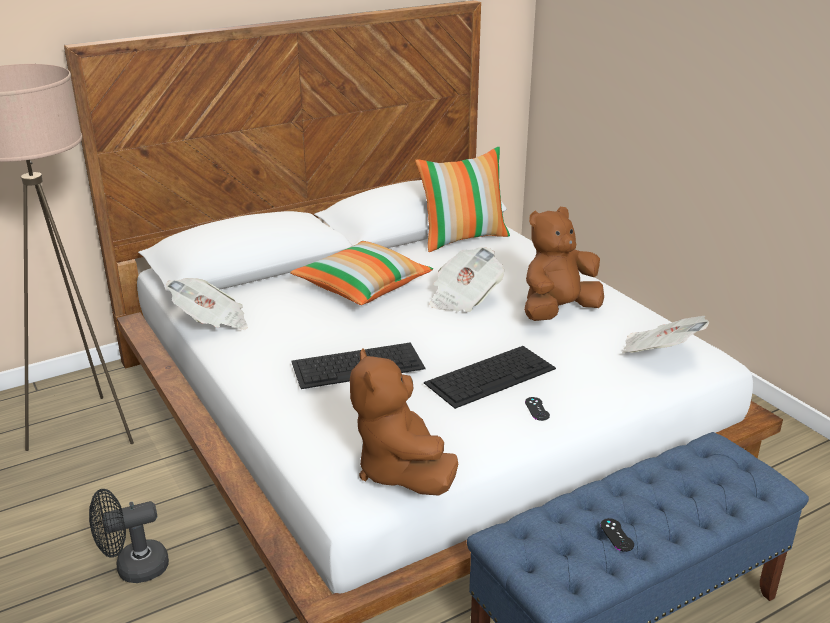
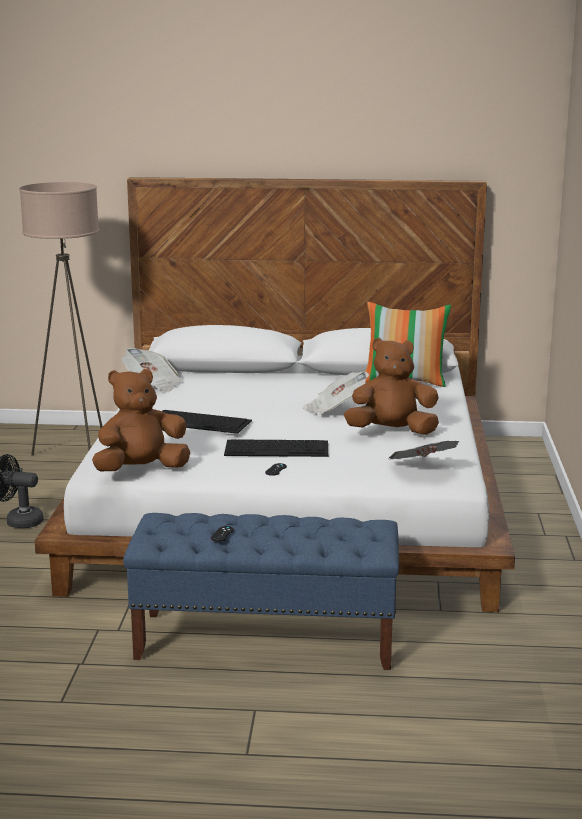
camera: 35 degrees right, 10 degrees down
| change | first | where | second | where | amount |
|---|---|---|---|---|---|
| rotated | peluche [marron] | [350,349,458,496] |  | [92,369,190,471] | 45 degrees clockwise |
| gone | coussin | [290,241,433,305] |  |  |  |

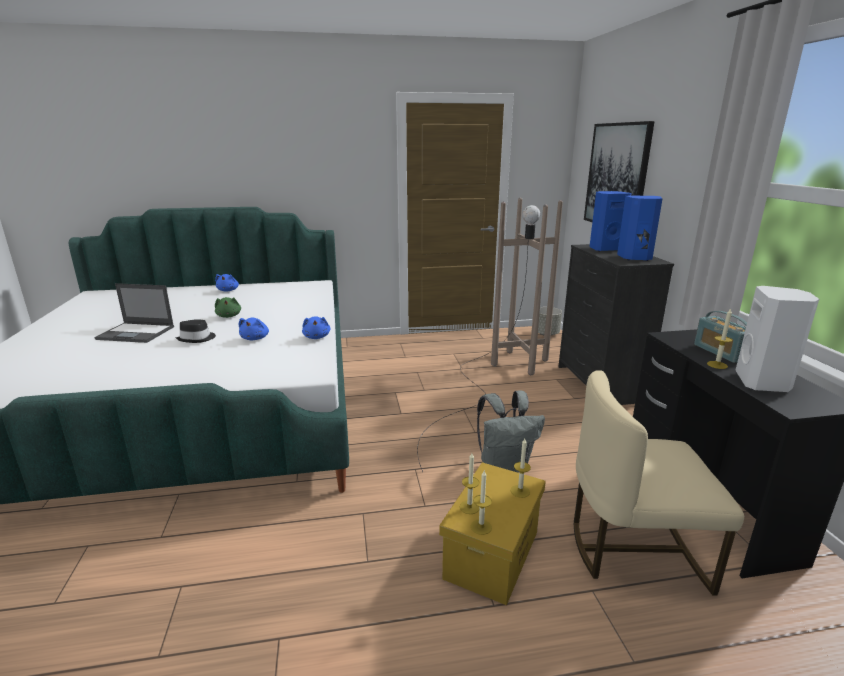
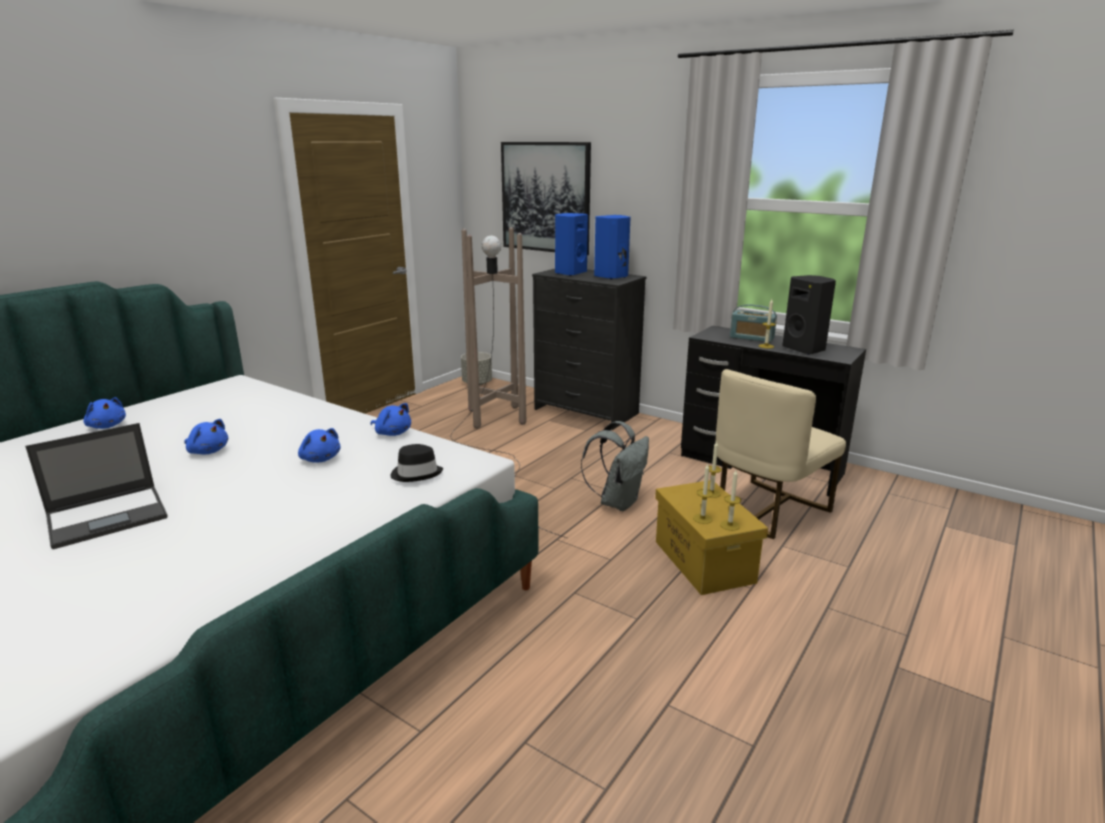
camera: 45 degrees left, 0 degrees up
| change | first | where | second | where | amount |
|---|---|---|---|---|---|
| repainted | peluche [vert] | [215,297,241,318] | peluche [bleu] | [184,419,228,454] |  |
| shifted | chapeau [noir] | [175,319,216,343] |  | [391,444,443,482] |  |
| repainted | enceinte [blanc] | [735,286,819,392] | enceinte [noir] | [782,275,836,355] |  |

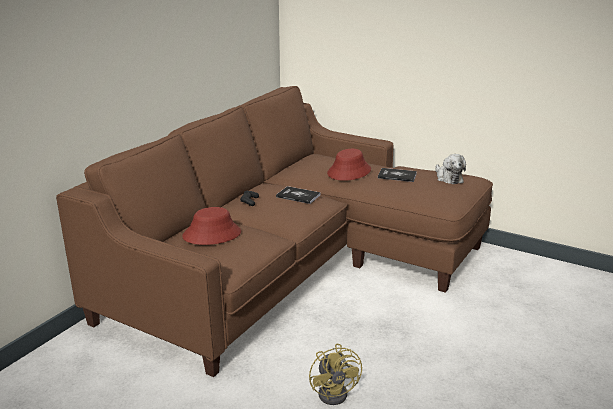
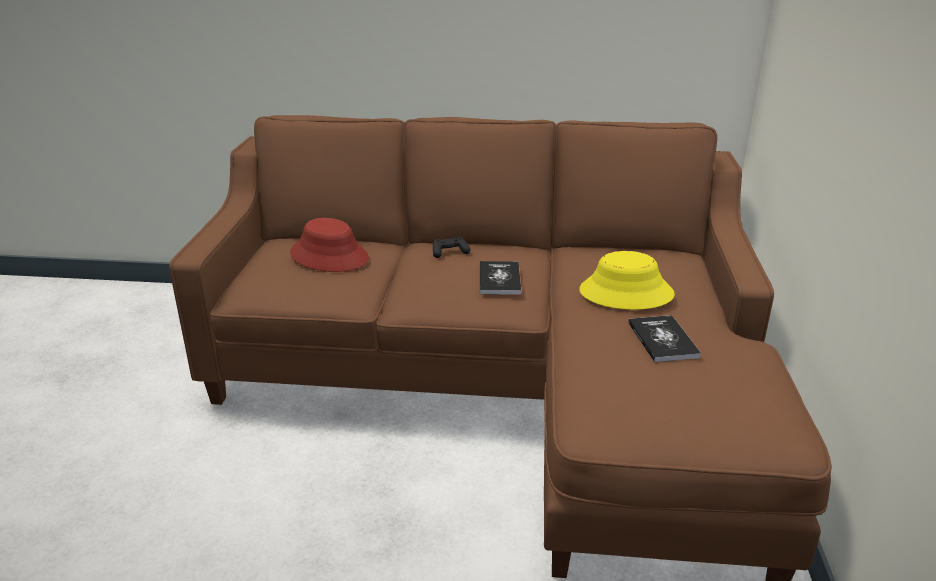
camera: 65 degrees right, 5 degrees up
| change | first | where | second | where | amount |
|---|---|---|---|---|---|
| repainted | chapeau [rouge] | [327,149,371,181] | chapeau [jaune] | [579,251,675,310] |  |
| gone | ventilateur [jaune] | [309,344,362,405] |  |  |  |
| gone | peluche | [435,154,466,184] |  |  |  |

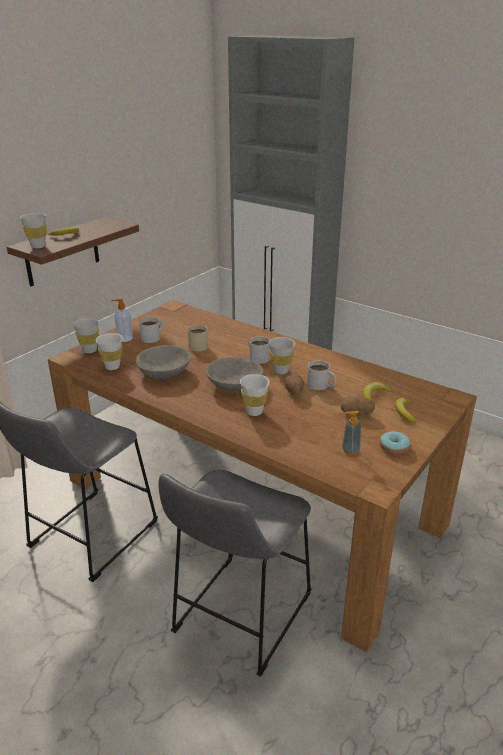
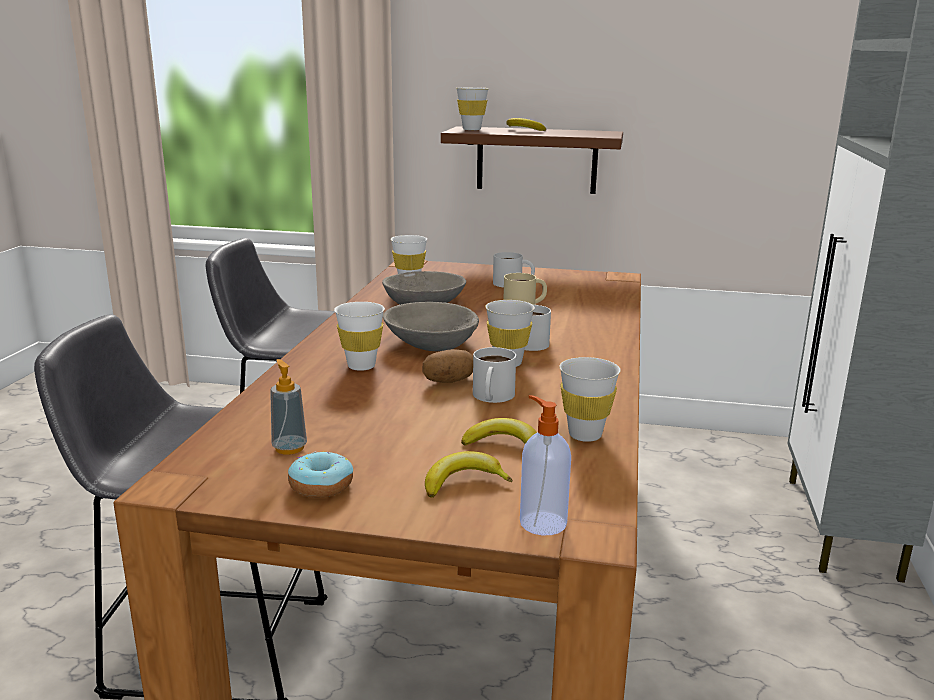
camera: 65 degrees right, 10 degrees down
| change | first | where | second | where | amount |
|---|---|---|---|---|---|
| shifted | distributeur de savon | [111,299,133,342] |  | [520,395,571,535] |  |
| shifted | tasse [blanc] | [73,318,99,353] |  | [559,357,621,442] |  |
| gone | pomme de terre | [341,396,375,416] |  |  |  |

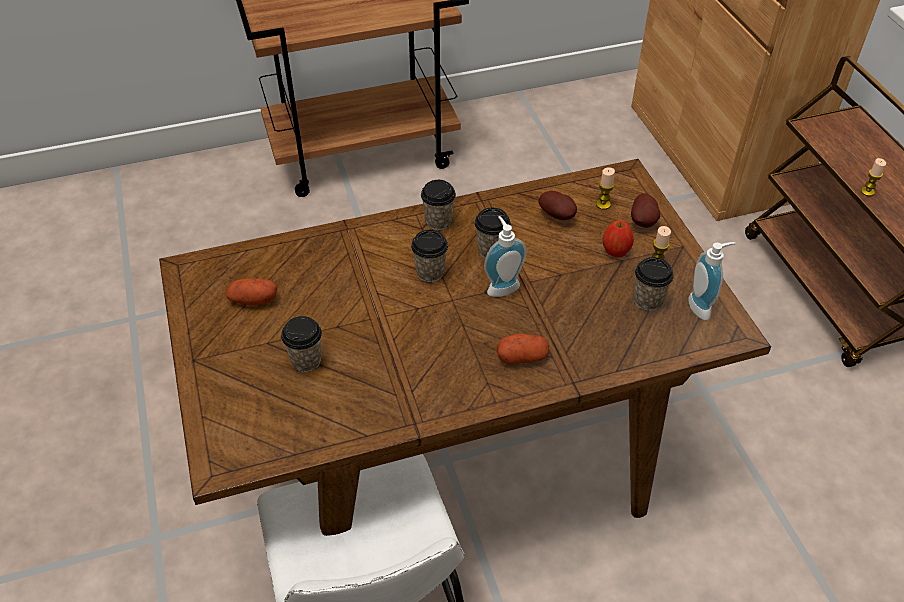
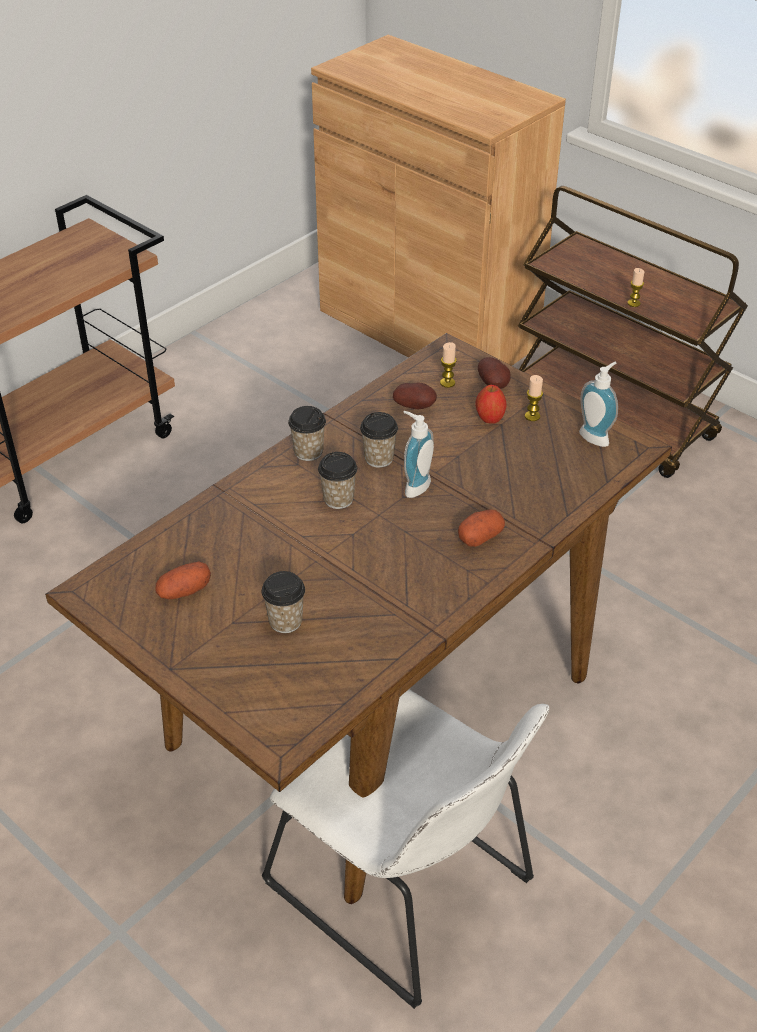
camera: 30 degrees left, 5 degrees down
| change | first | where | second | where | amount |
|---|---|---|---|---|---|
| gone | tasse | [634,257,673,311] |  |  |  |

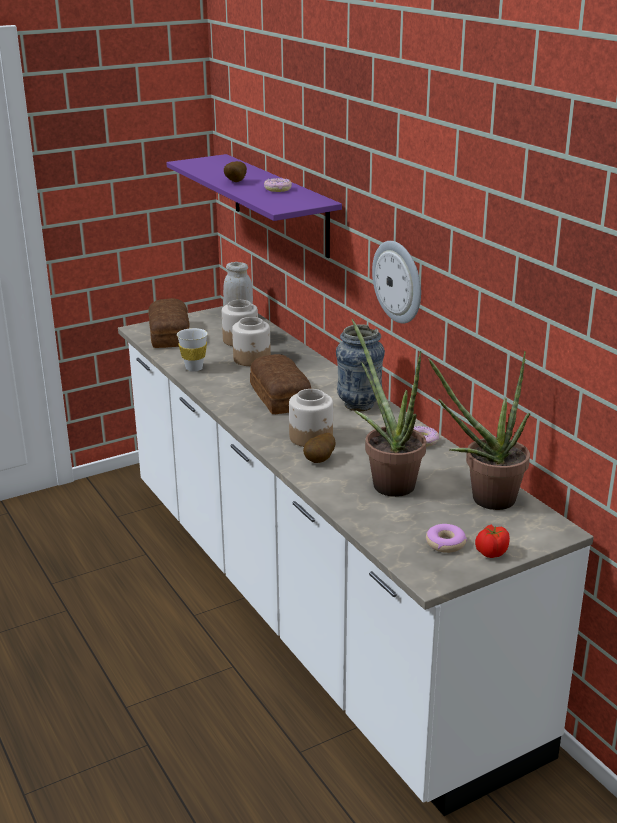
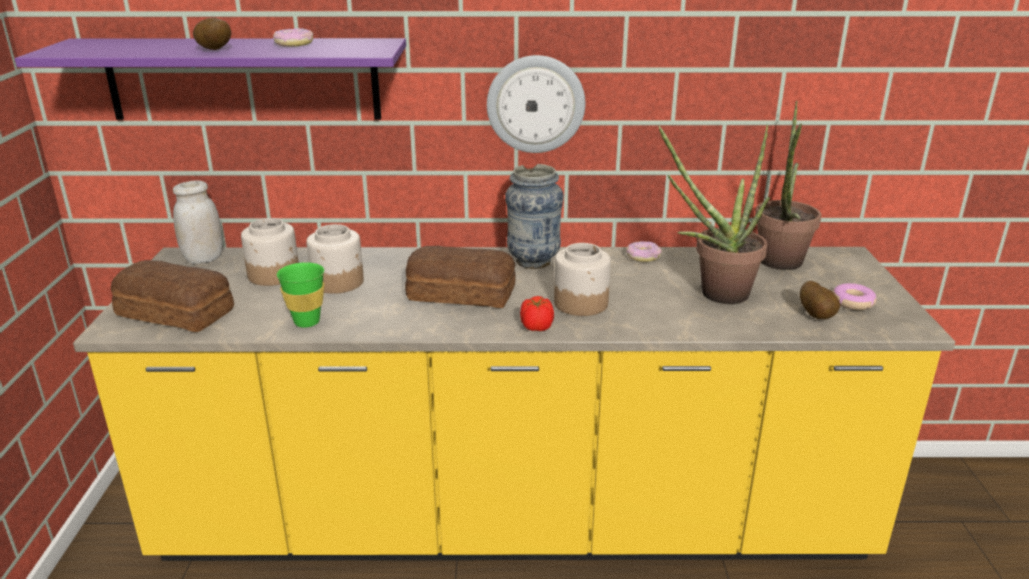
camera: 60 degrees left, 0 degrees up
| change | first | where | second | where | amount |
|---|---|---|---|---|---|
| repainted | comptoir de cuisine [blanc] | [118,306,594,816] | comptoir de cuisine [jaune] | [73,247,955,561] |  |
| repainted | tasse [blanc] | [177,328,208,372] | tasse [vert] | [277,262,324,328] |  |
| shifted | tomate | [475,525,510,558] |  | [520,296,554,331] |  |
| shifted | pomme de terre | [303,433,336,463] |  | [800,281,840,319] |  |

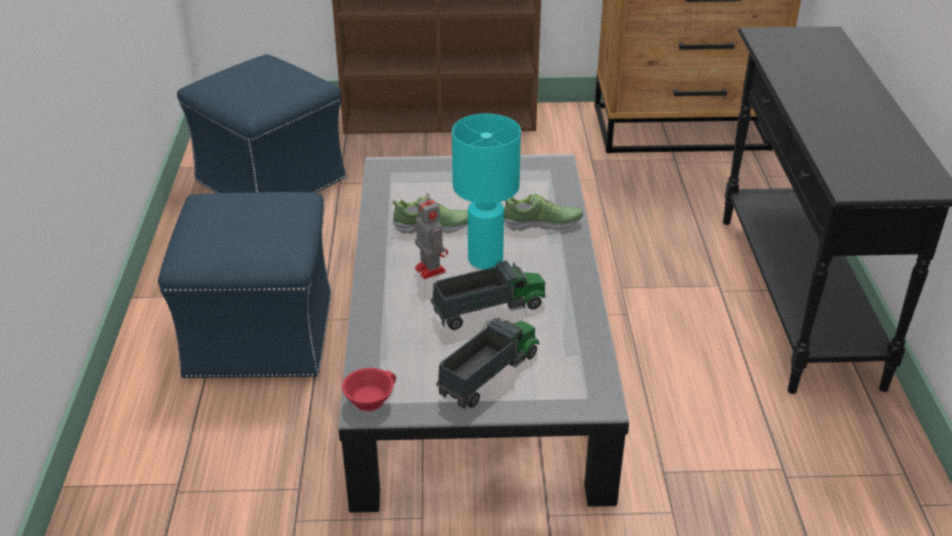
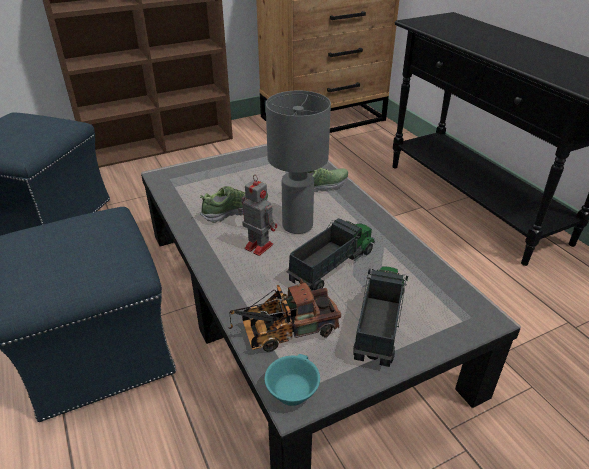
camera: 25 degrees left, 0 degrees up
| change | first | where | second | where | amount |
|---|---|---|---|---|---|
| new |  |  | camion jouet | [228,278,341,352] |  |
| repainted | tasse [rouge] | [342,368,396,411] | tasse [turquoise] | [264,354,320,406] |  |
| repainted | lampe de table [turquoise] | [452,114,521,269] | lampe de table [gris] | [266,90,331,234] |  |

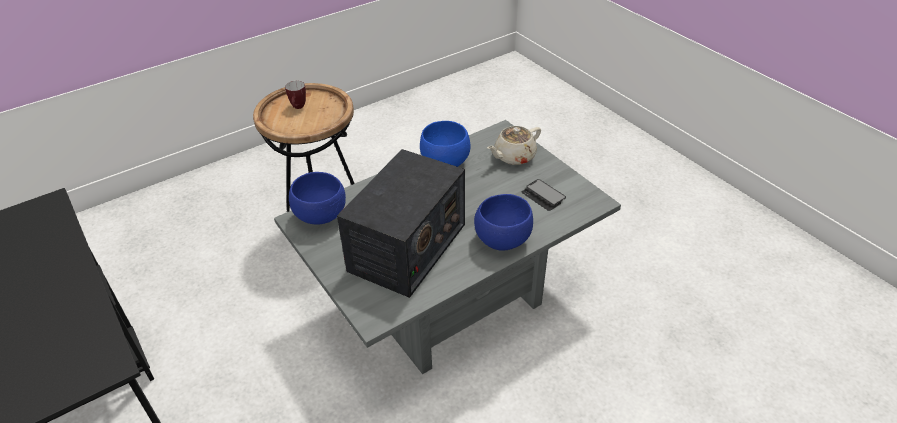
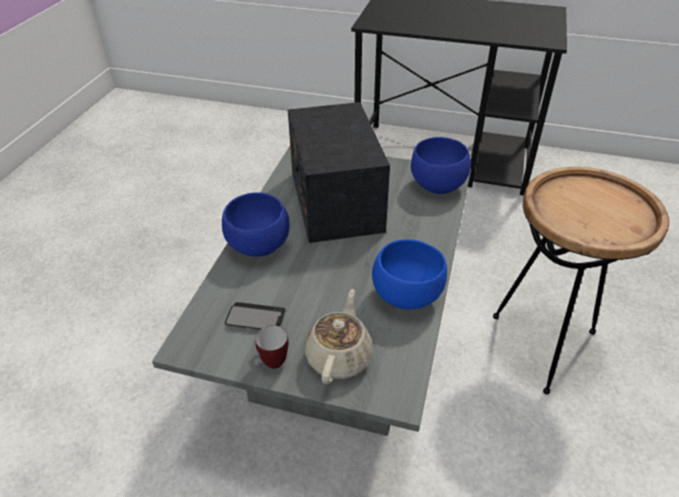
camera: 140 degrees right, 0 degrees up
| change | first | where | second | where | amount |
|---|---|---|---|---|---|
| shifted | mug | [285,81,306,109] |  | [255,325,288,369] |  |

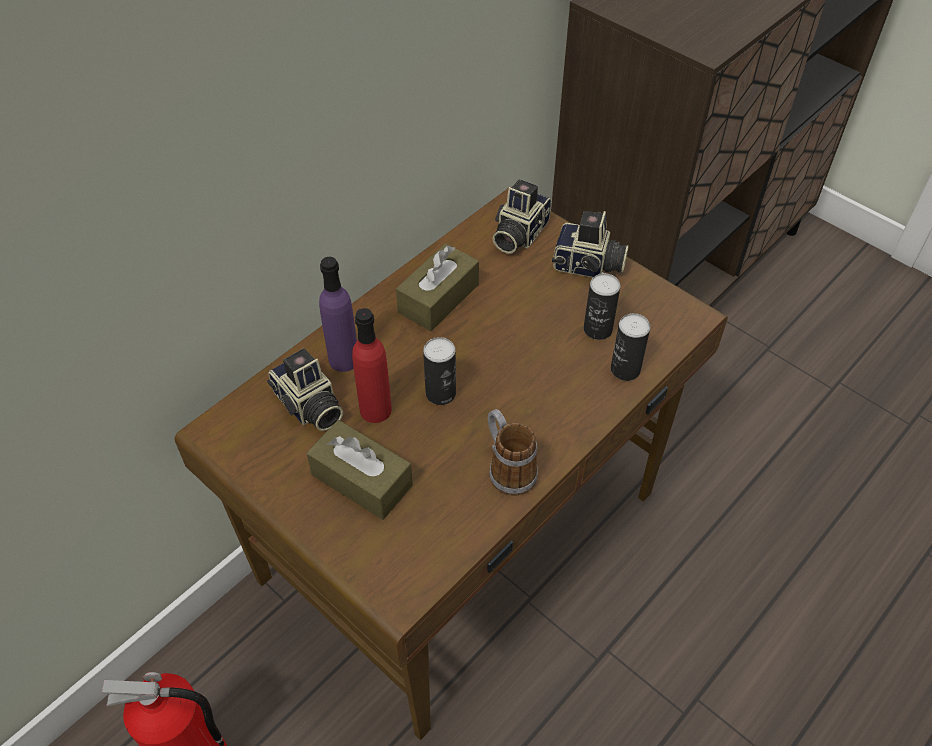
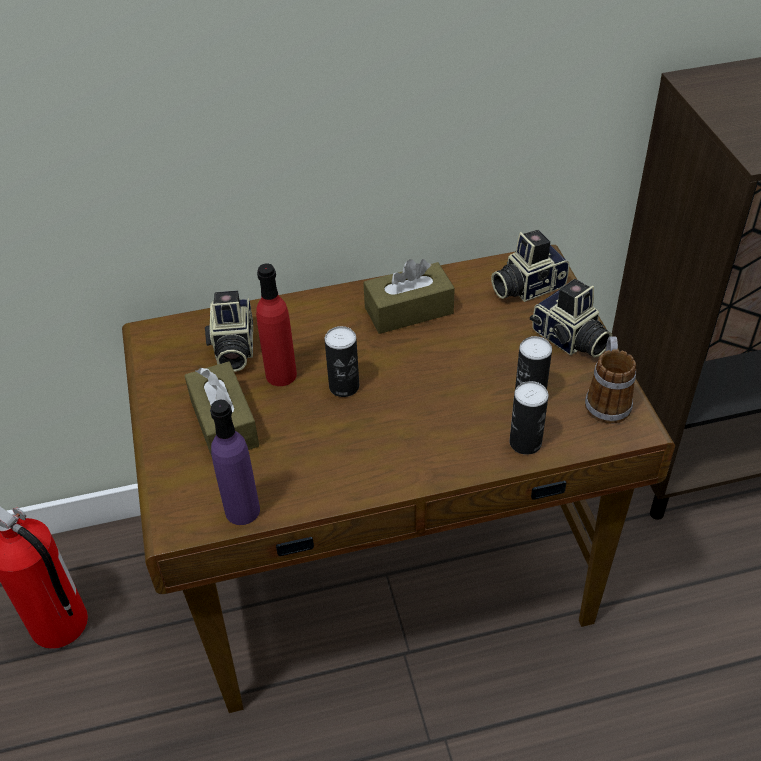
camera: 35 degrees right, 5 degrees down
| change | first | where | second | where | amount |
|---|---|---|---|---|---|
| shifted | bouteille [violet] | [319,257,357,372] |  | [210,400,260,525] |  |
| shifted | mug | [488,409,538,496] |  | [585,336,636,424] |  |

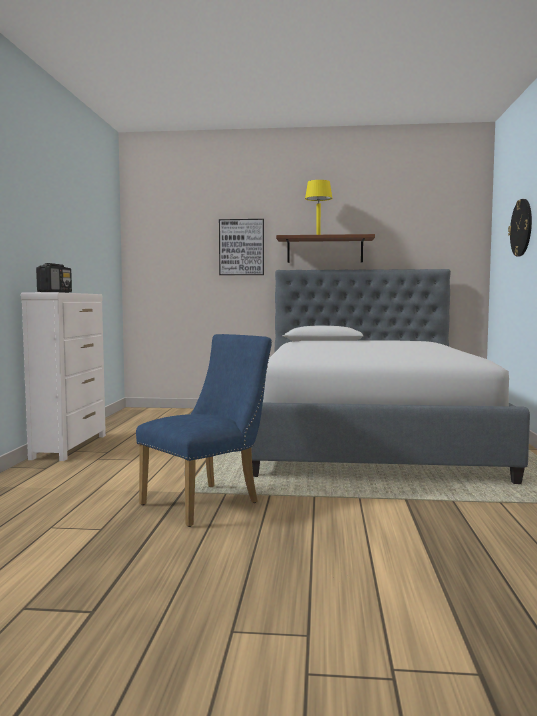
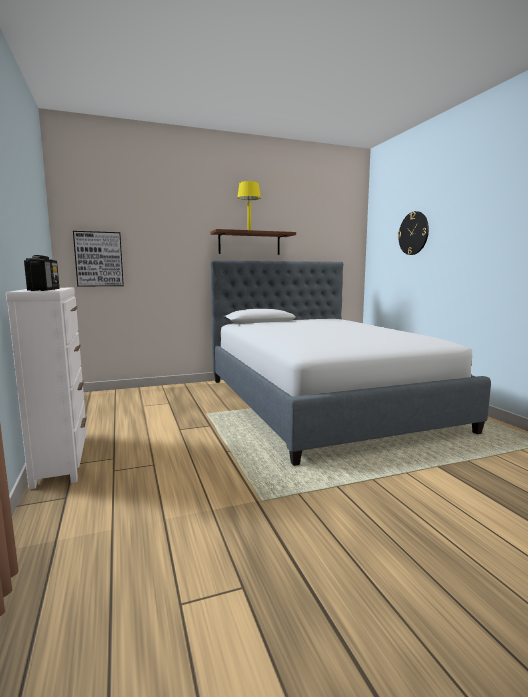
camera: 25 degrees left, 5 degrees up
| change | first | where | second | where | amount |
|---|---|---|---|---|---|
| shifted | tableau | [219,219,264,275] |  | [73,231,124,287] |  |
| gone | chaise [bleu] | [136,334,272,527] |  |  |  |

